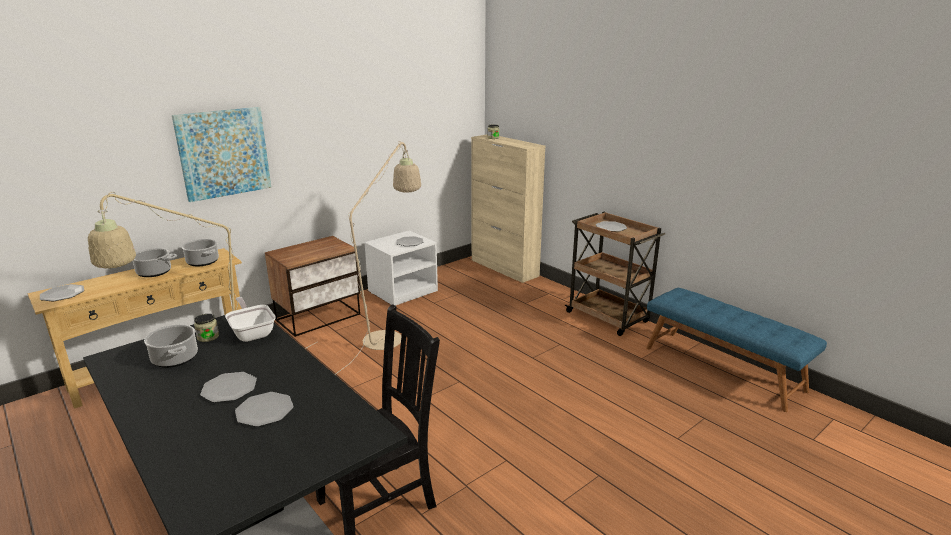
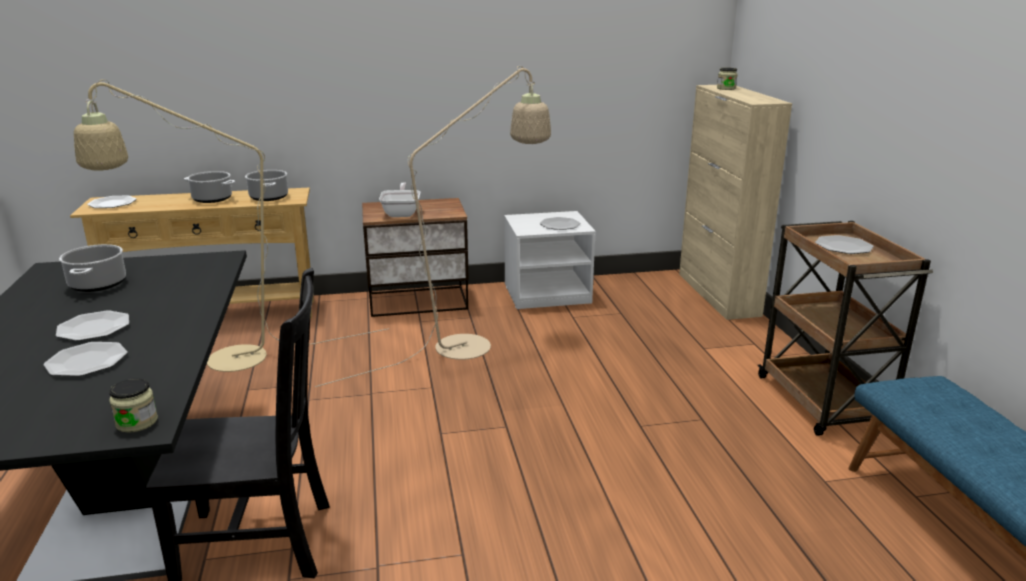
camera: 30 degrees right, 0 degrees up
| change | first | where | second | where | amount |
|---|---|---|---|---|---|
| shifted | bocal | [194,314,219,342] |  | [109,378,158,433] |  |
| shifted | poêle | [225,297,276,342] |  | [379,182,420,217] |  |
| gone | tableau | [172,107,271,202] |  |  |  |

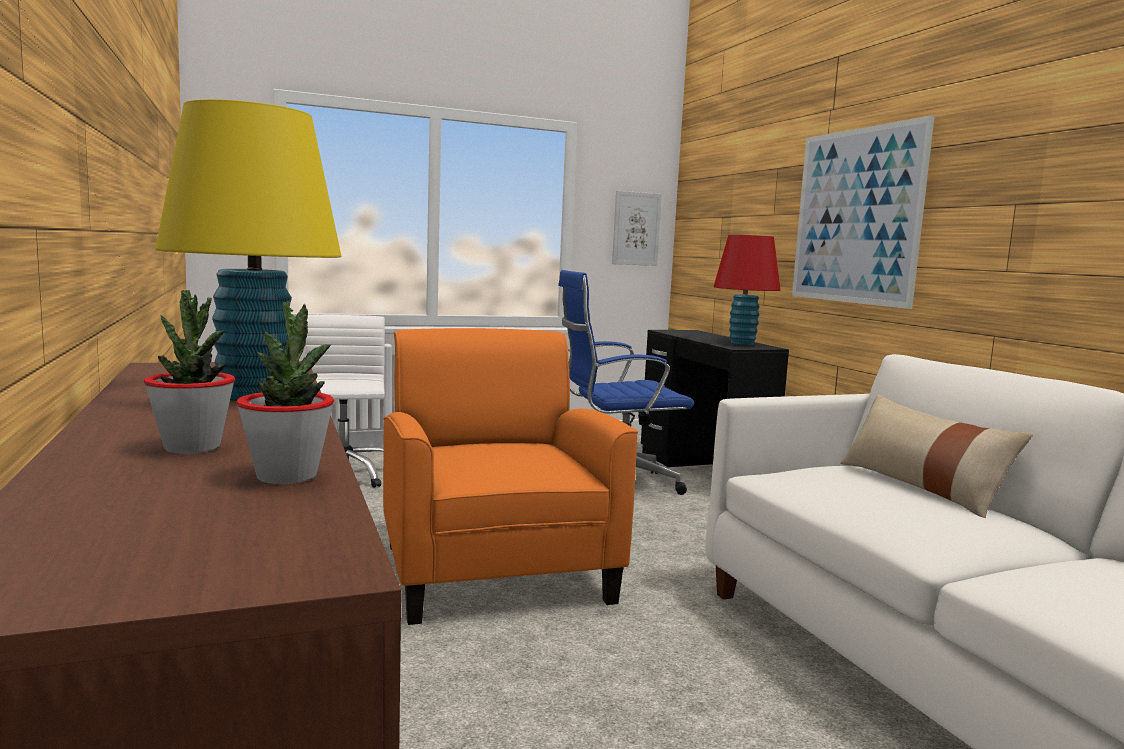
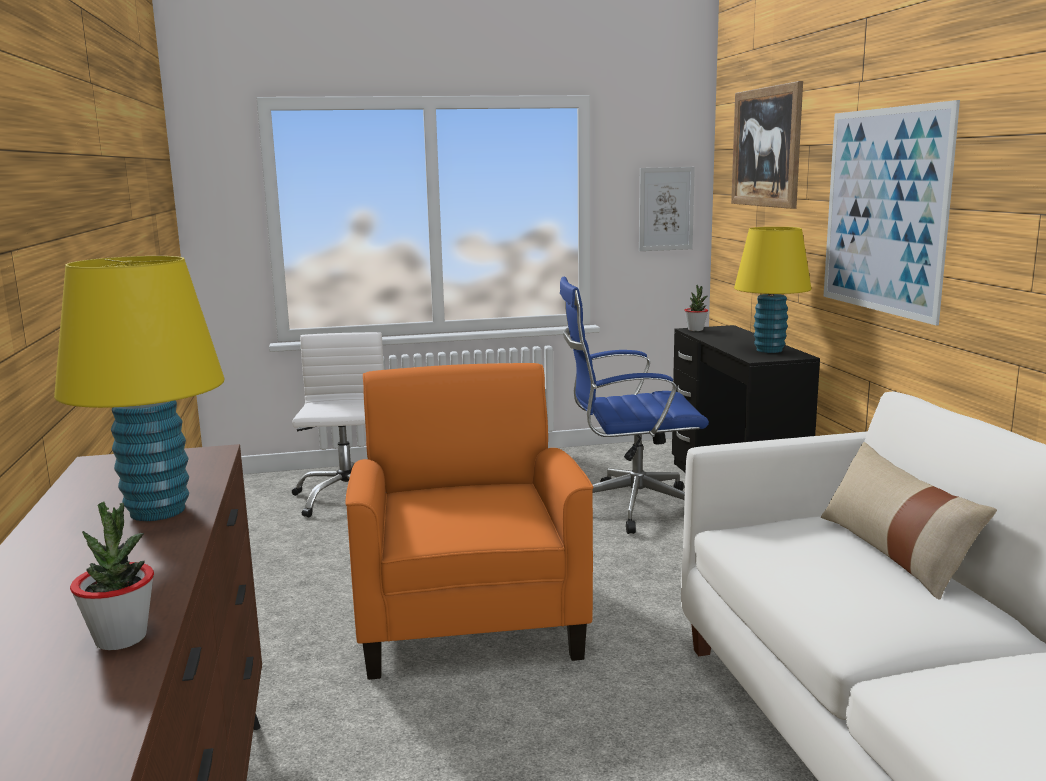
camera: 10 degrees right, 5 degrees up
| change | first | where | second | where | amount |
|---|---|---|---|---|---|
| shifted | plante en pot | [144,290,235,454] |  | [684,285,708,331] |  |
| new |  |  | tableau | [731,81,803,209] |  |
| repainted | lampe de table [rouge] | [713,235,781,345] | lampe de table [jaune] | [734,227,811,353] |  |

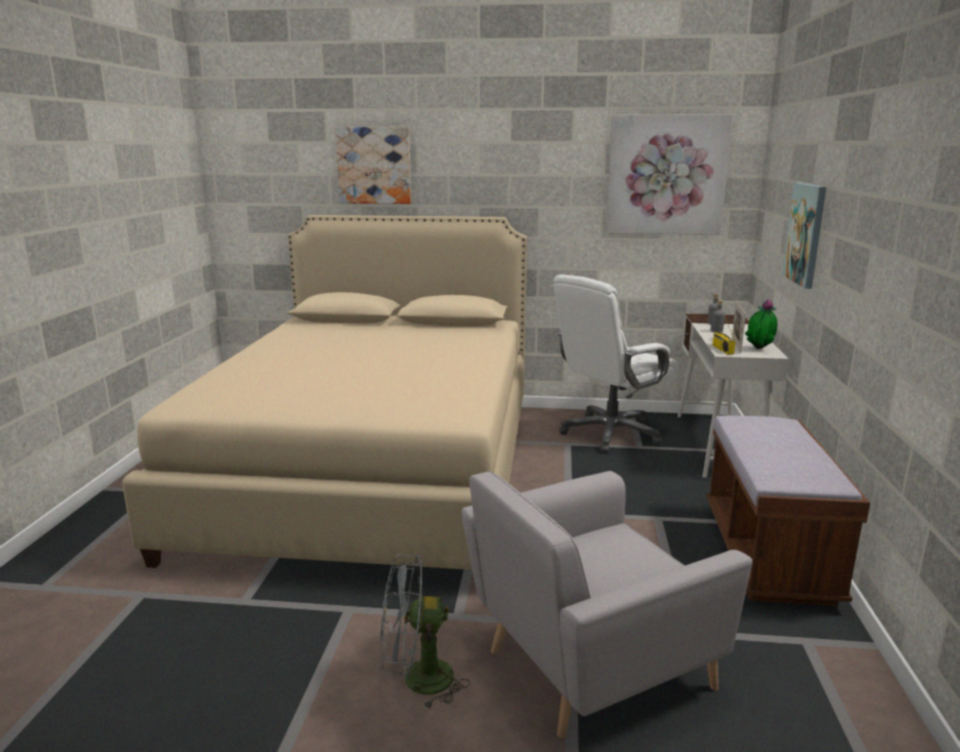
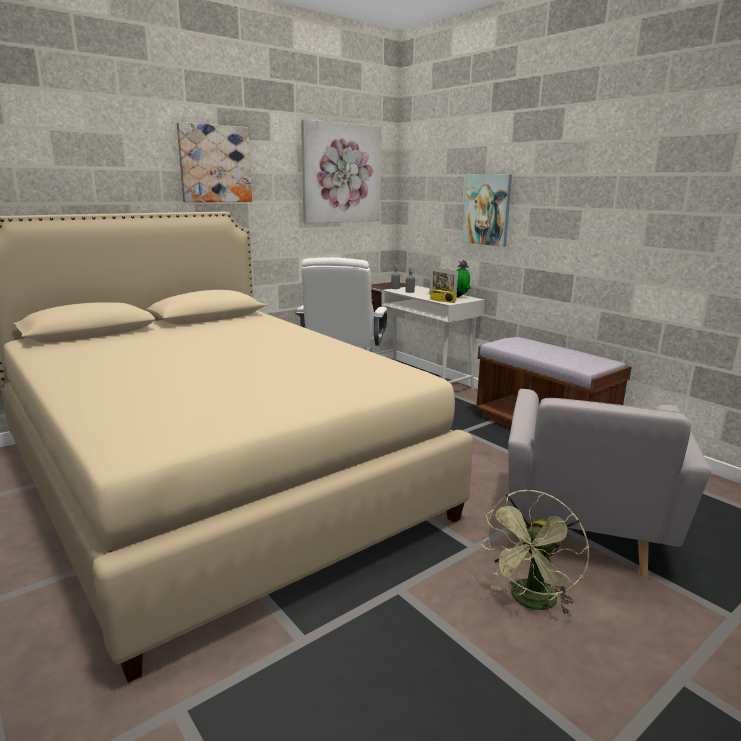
camera: 45 degrees left, 0 degrees up
| change | first | where | second | where | amount |
|---|---|---|---|---|---|
| shifted | tableau | [335,127,411,204] |  | [177,122,252,202] |  |
| repainted | ventilateur [gris] | [380,554,470,710] | ventilateur [vert] | [480,490,589,616] |  |

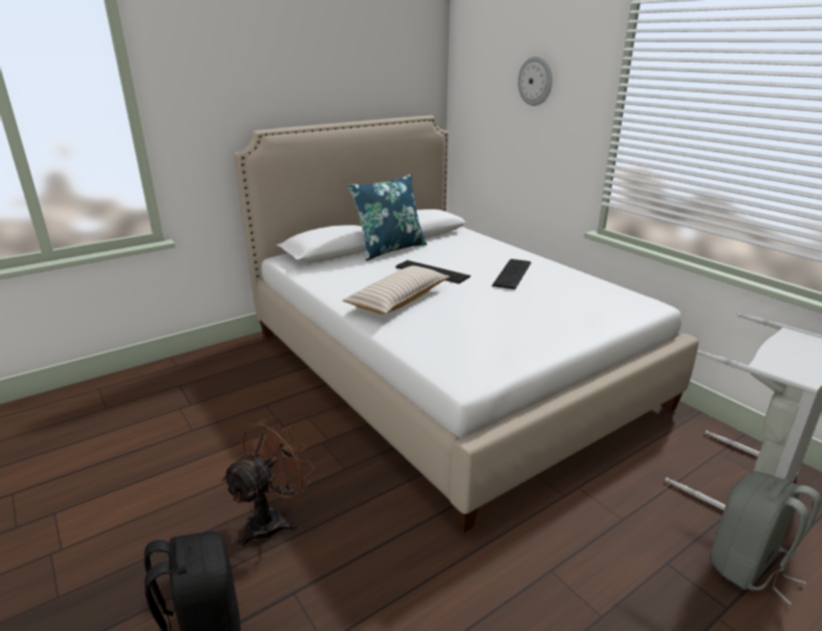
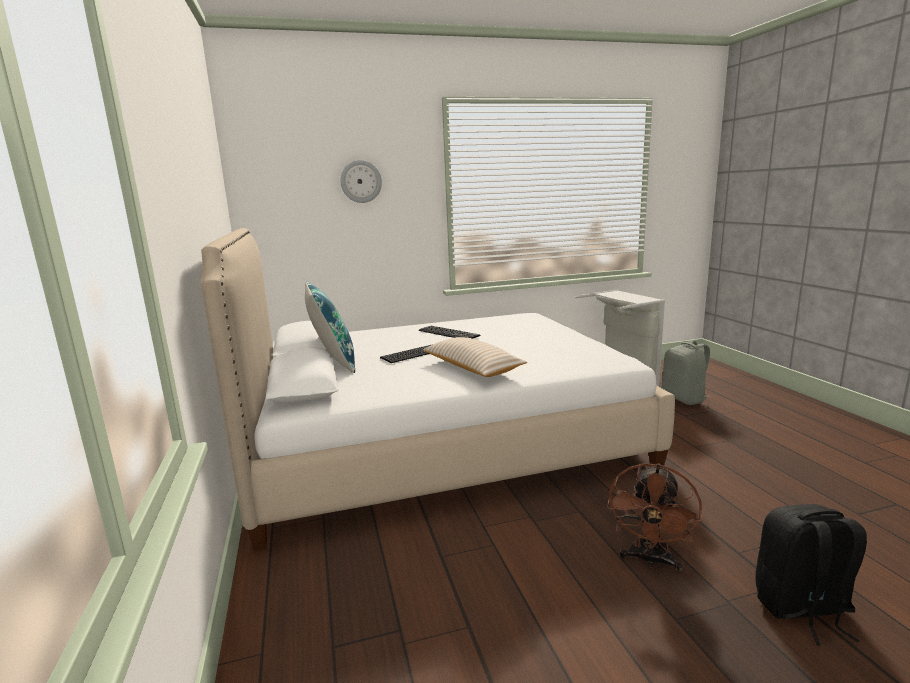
camera: 70 degrees left, 10 degrees down
| change | first | where | second | where | amount |
|---|---|---|---|---|---|
| rotated | ventilateur [marron] | [221,415,315,549] |  | [607,463,702,572] | 120 degrees counterclockwise |

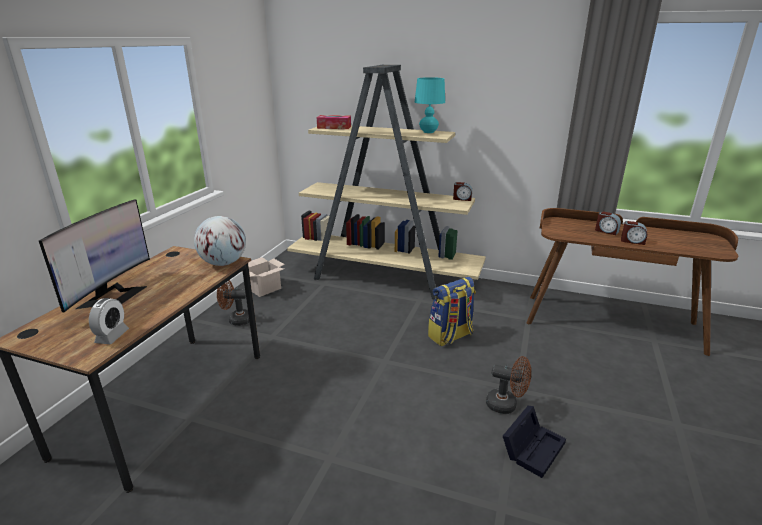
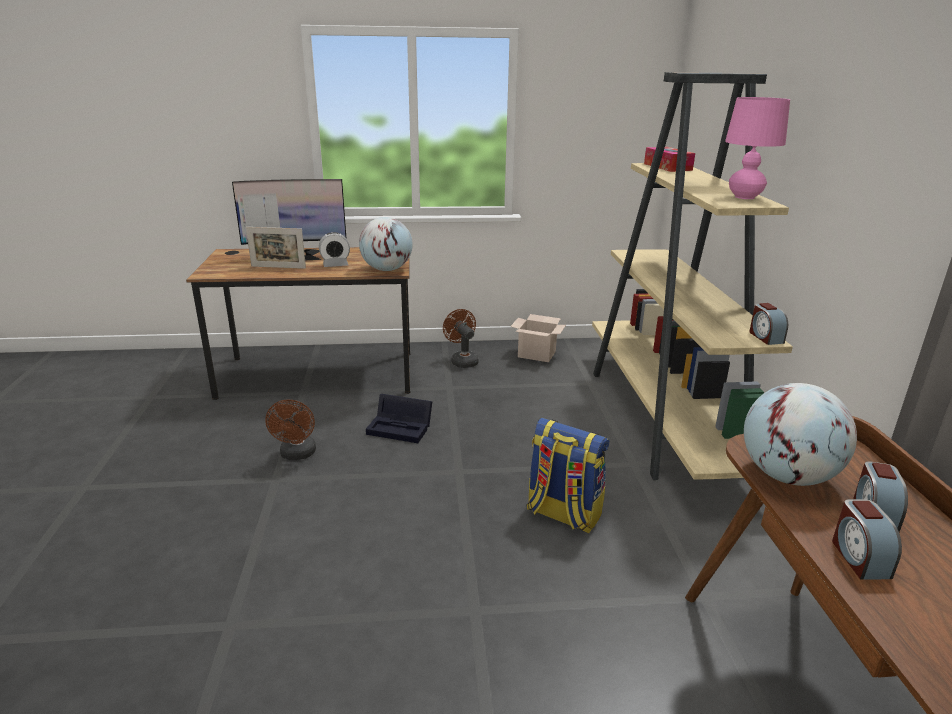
camera: 65 degrees right, 0 degrees up
| change | first | where | second | where | amount |
|---|---|---|---|---|---|
| new |  |  | cadre photo | [246,227,306,269] |  |
| shifted | ventilateur [marron] | [486,356,531,414] |  | [265,400,316,460] |  |
| shifted | réveil | [89,298,129,344] |  | [319,232,350,267] |  |
| shifted | boîte de rangement [noir] | [503,406,566,478] |  | [366,394,432,443] |  |
| repainted | lampe de table [turquoise] | [415,77,445,133] | lampe de table [rose] | [725,97,790,199] |  |
| new |  |  | globe | [744,383,857,486] |  |

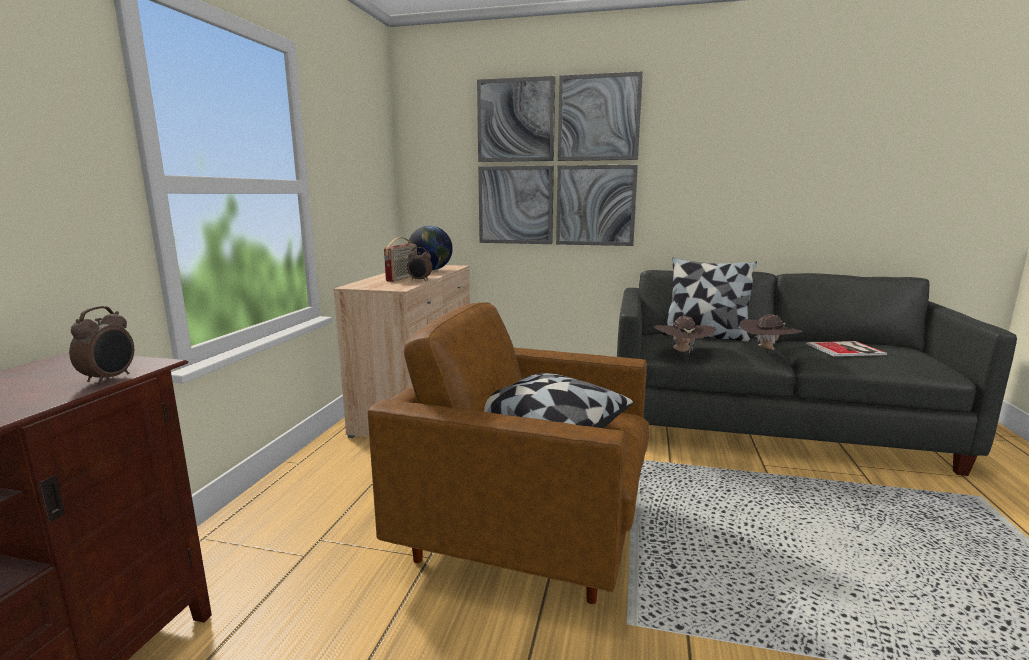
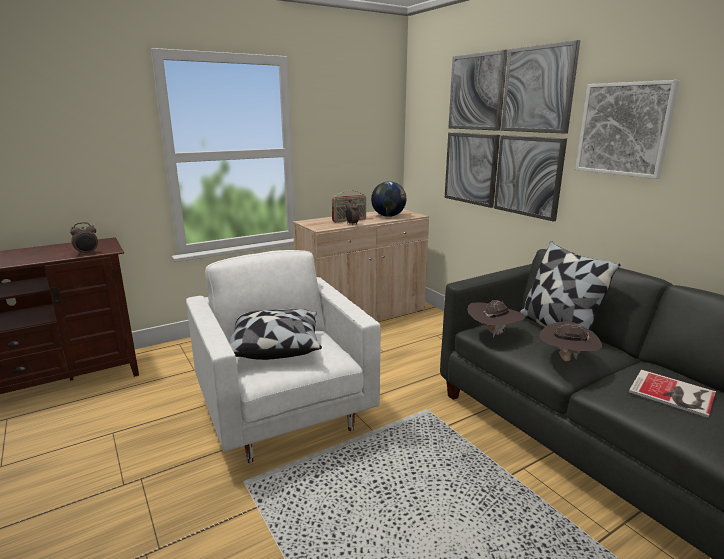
camera: 45 degrees right, 5 degrees up
| change | first | where | second | where | amount |
|---|---|---|---|---|---|
| repainted | fauteuil [marron] | [367,302,649,604] | fauteuil [blanc] | [186,250,381,463] |  |
| new |  |  | tableau | [575,80,680,179] |  |

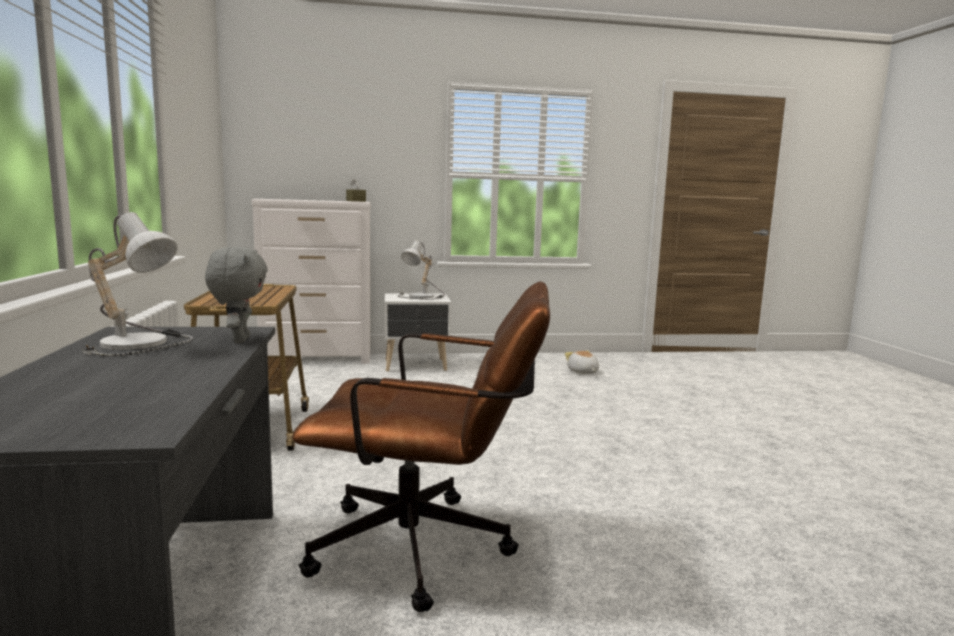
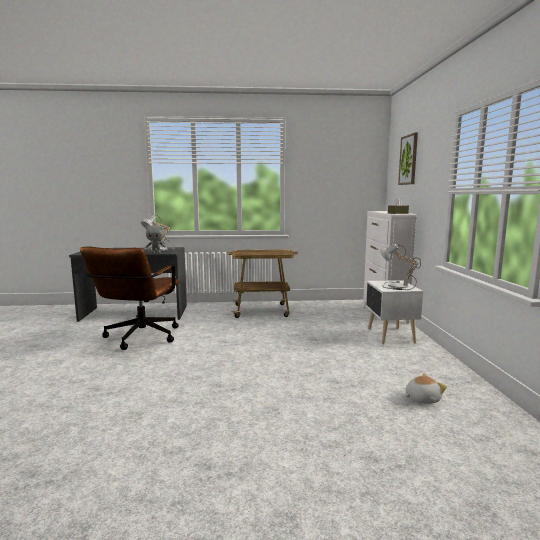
camera: 95 degrees right, 0 degrees up
| change | first | where | second | where | amount |
|---|---|---|---|---|---|
| new |  |  | tableau | [398,133,418,185] |  |

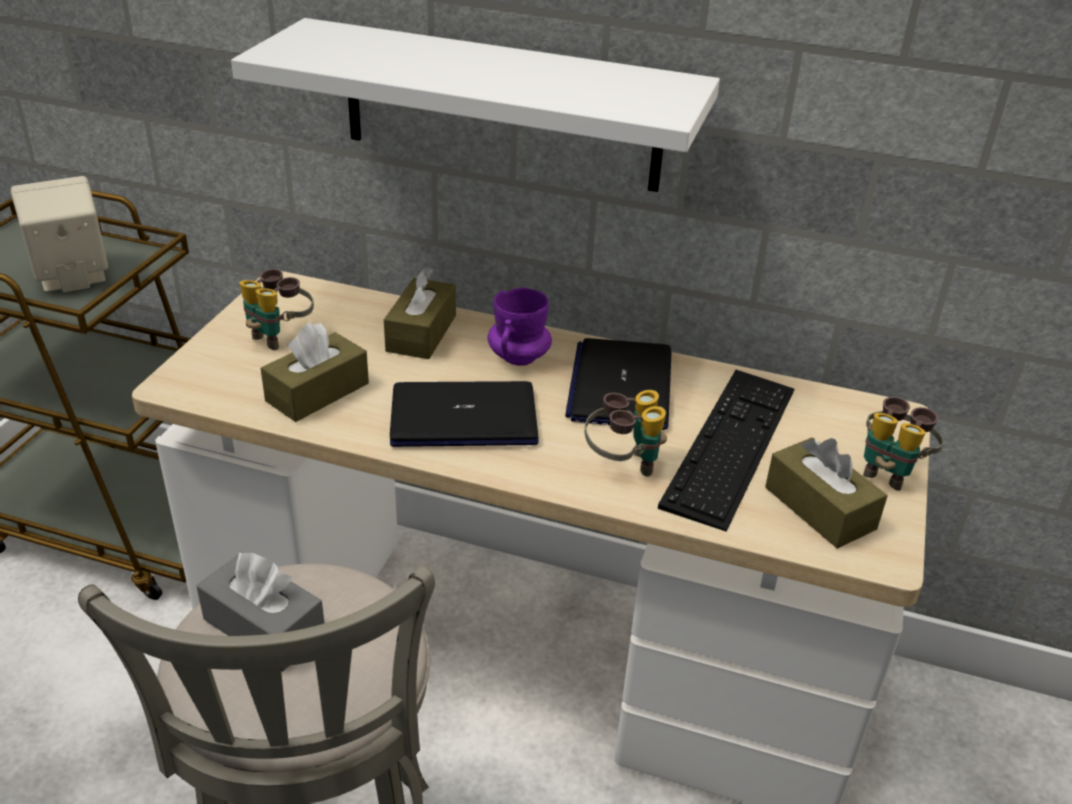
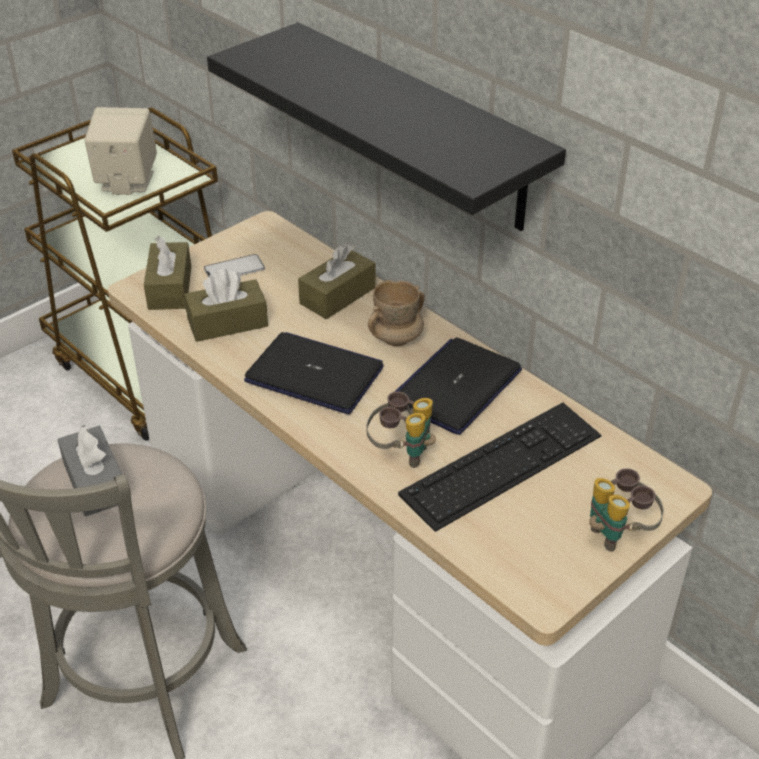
camera: 30 degrees right, 5 degrees up
| change | first | where | second | where | amount |
|---|---|---|---|---|---|
| shifted | boîte à mouchoirs [marron] | [765,437,887,548] |  | [144,236,191,310] |  |
| swapped | jumelles | [240,269,314,350] | téléphone | [204,254,265,278] |  |
| repainted | étagère [blanc] | [231,18,720,192] | étagère [noir] | [207,22,566,231] |  |
| repainted | mug [violet] | [487,288,552,366] | mug [beige] | [368,280,425,346] |  |

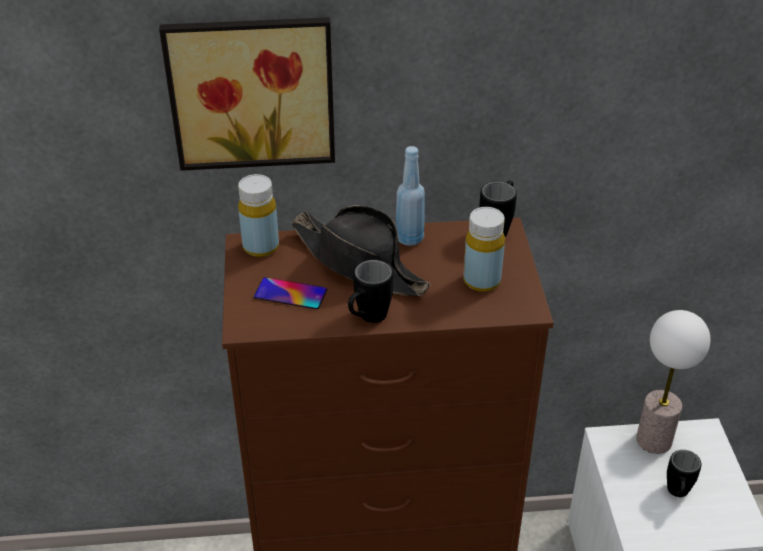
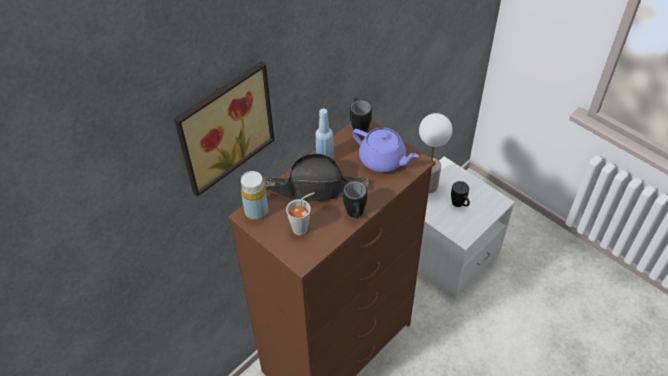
camera: 40 degrees left, 10 degrees up
| change | first | where | second | where | amount |
|---|---|---|---|---|---|
| swapped | téléphone | [254,277,327,309] | tasse [gris] | [286,192,315,235] |  |
| swapped | bouteille [jaune] | [463,207,505,292] | théière [violet] | [352,127,419,172] |  |

